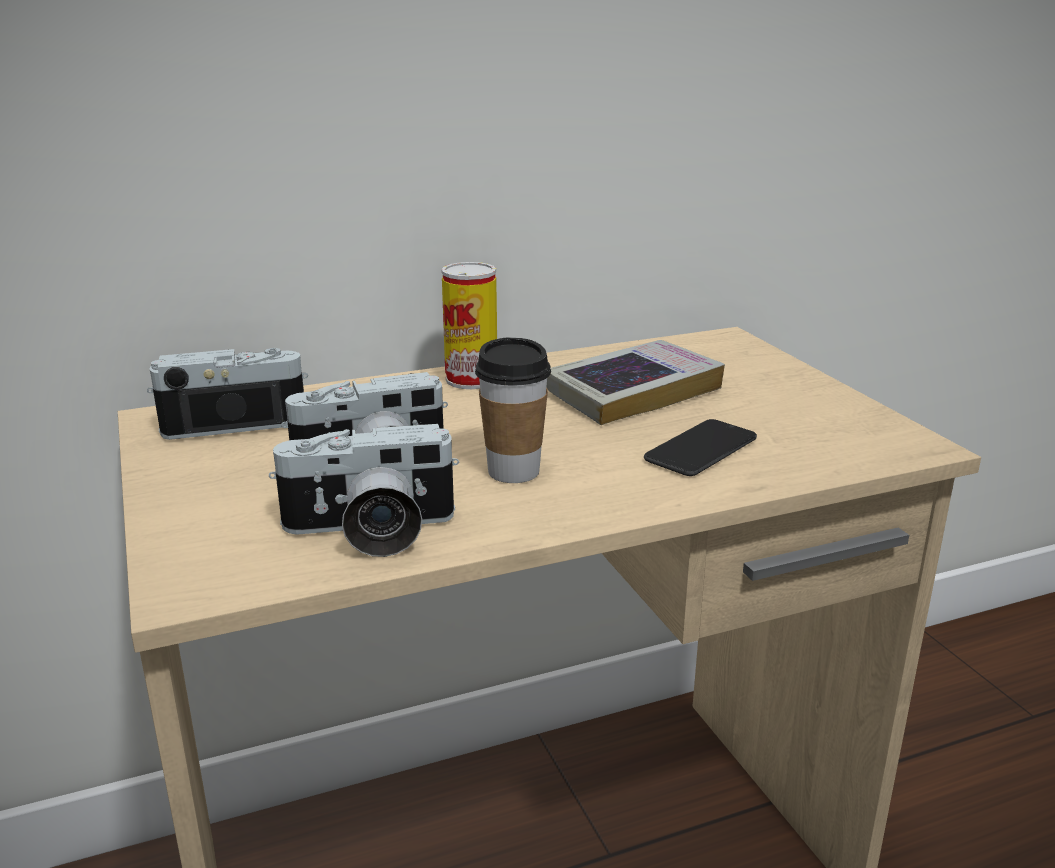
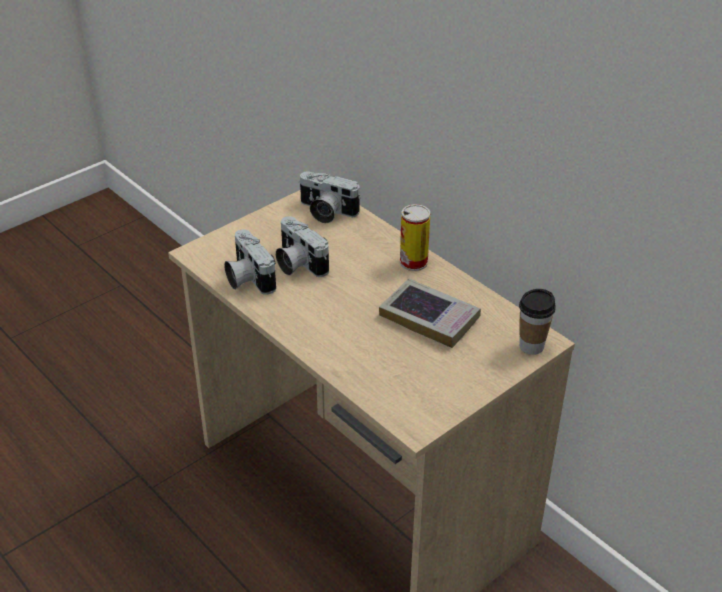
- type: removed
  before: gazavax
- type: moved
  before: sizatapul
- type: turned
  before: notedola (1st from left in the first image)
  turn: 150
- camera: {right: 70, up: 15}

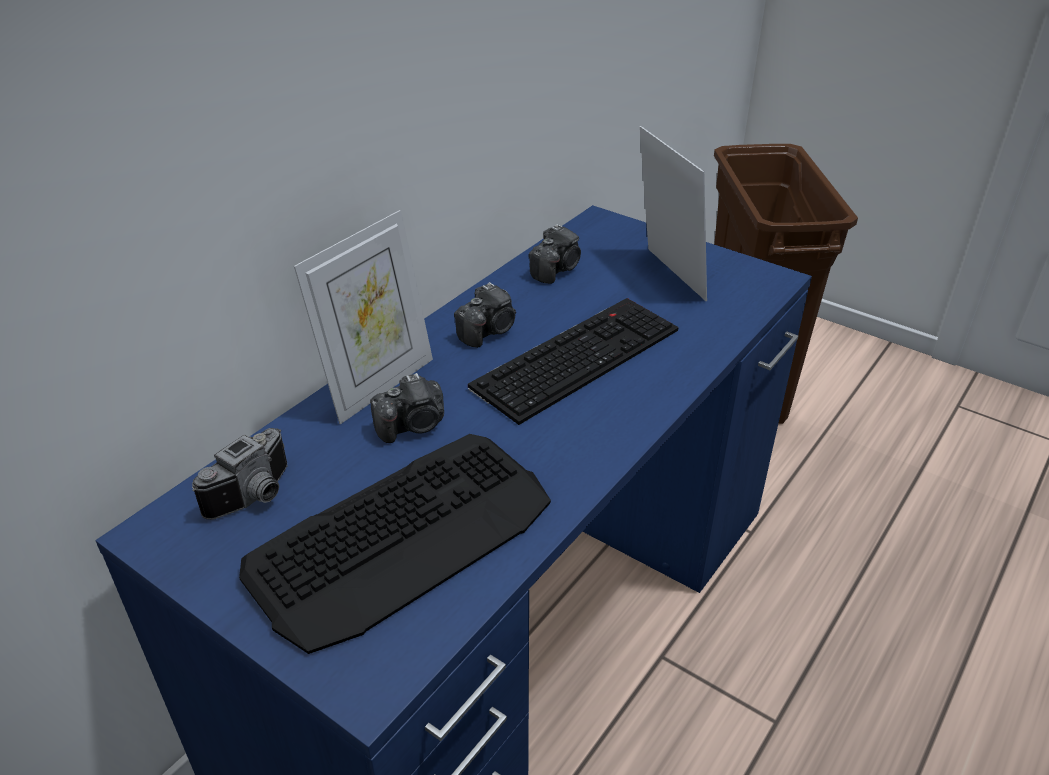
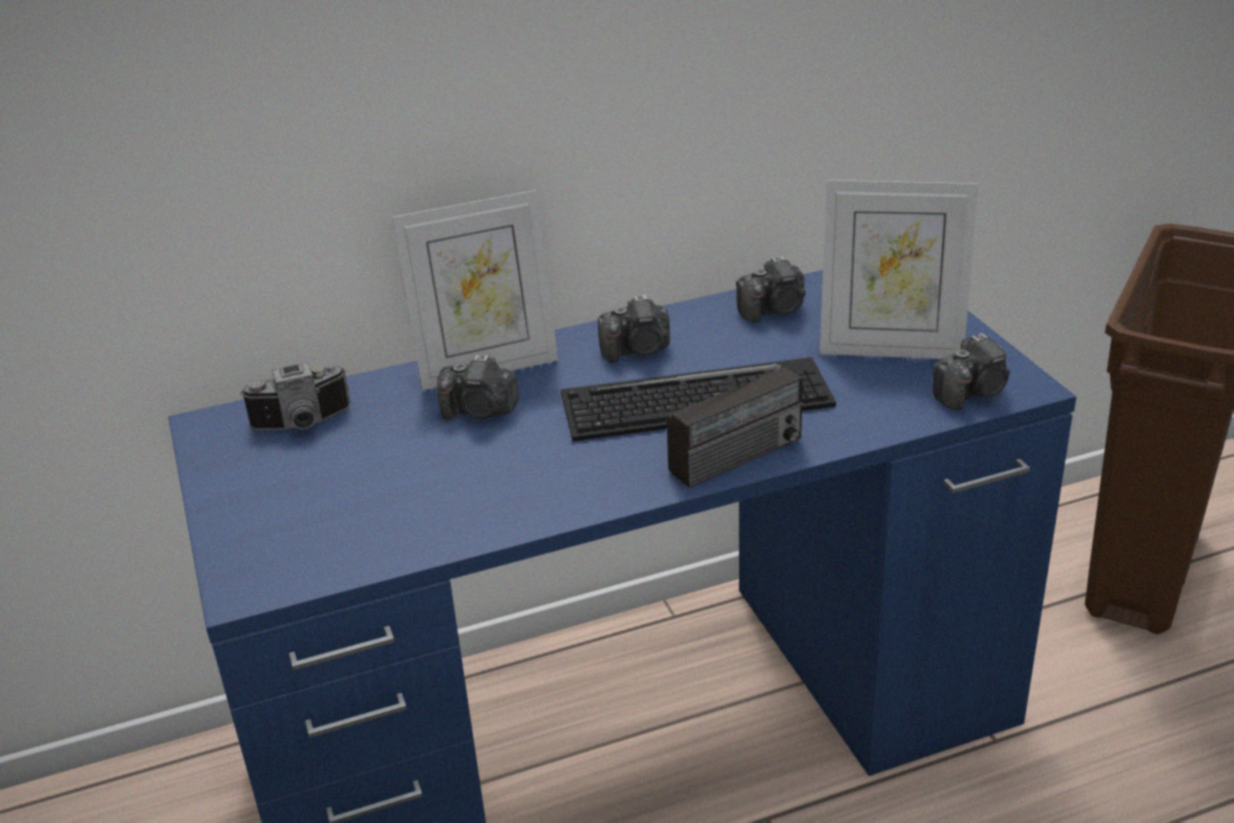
- type: removed
  before: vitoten (1st from left)
- type: added
  after: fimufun
- type: added
  after: notedola (5th from left)
- type: turned
  before: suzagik (2nd from left)
  turn: 90
- camera: {right: 35, up: -5}

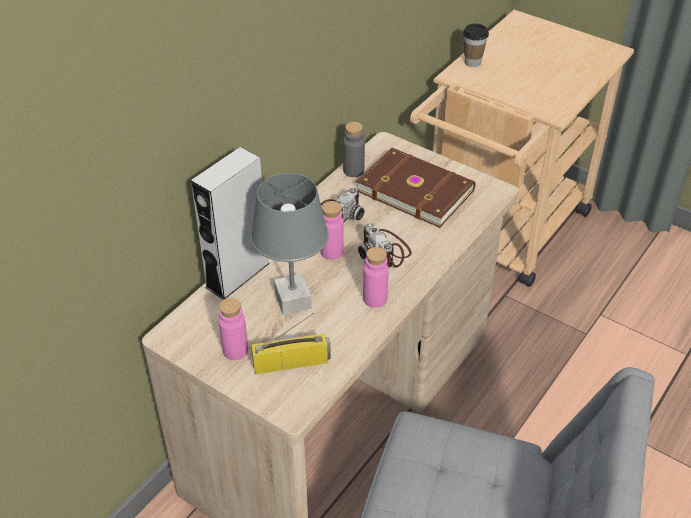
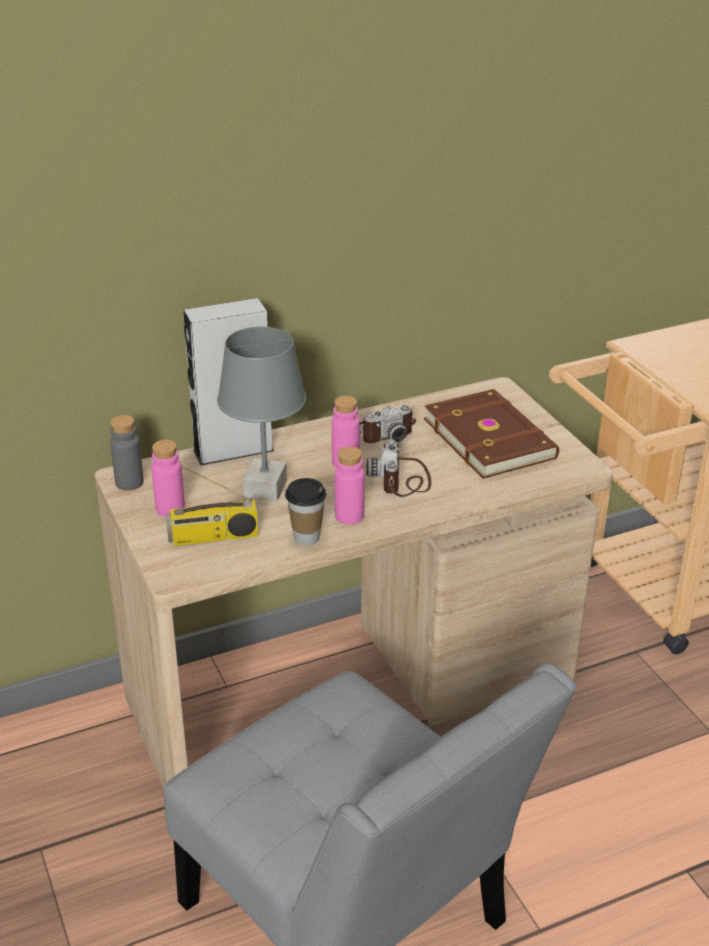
- type: moved
  before: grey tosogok
- type: moved
  before: sizatapul
- type: turned
  before: fimufun
  turn: 150
- camera: {right: 30, up: -10}

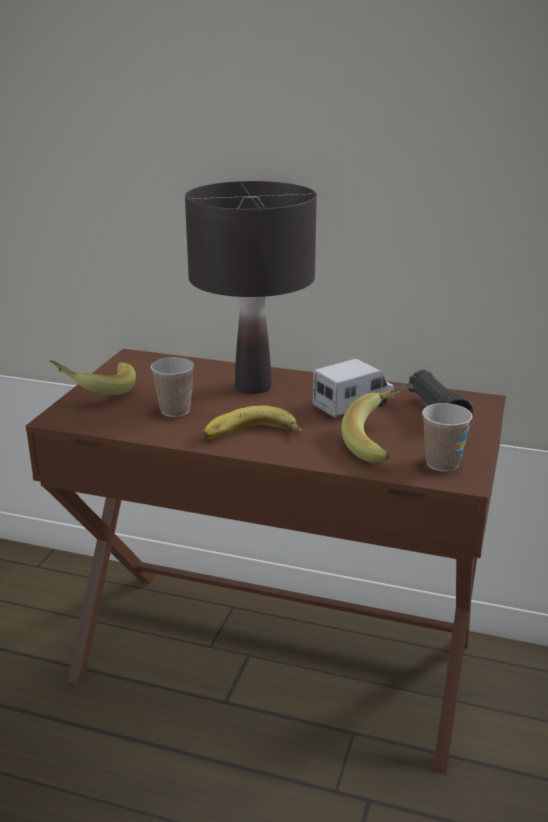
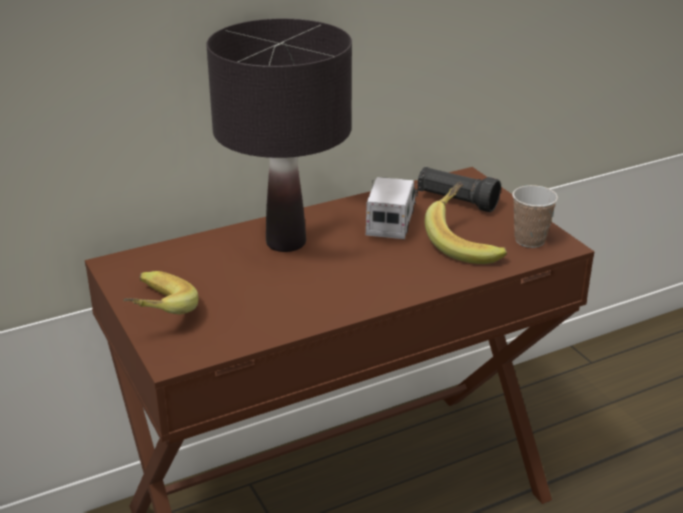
- type: removed
  before: sizatapul (1st from left)
- type: removed
  before: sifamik (2nd from left)
- camera: {right: -45, up: 5}

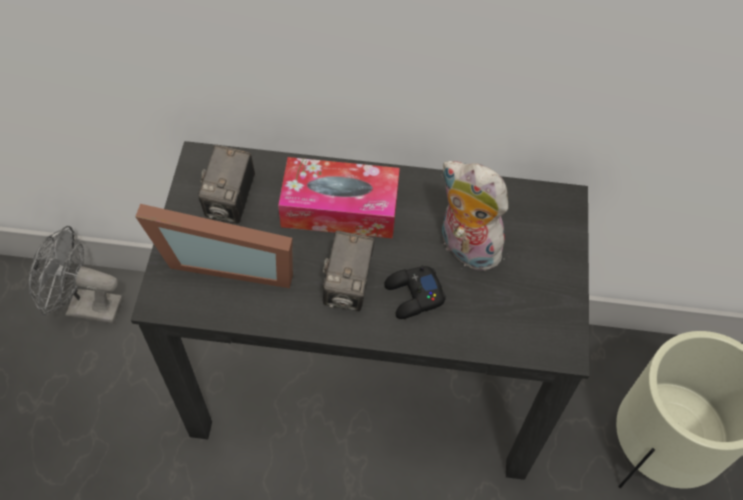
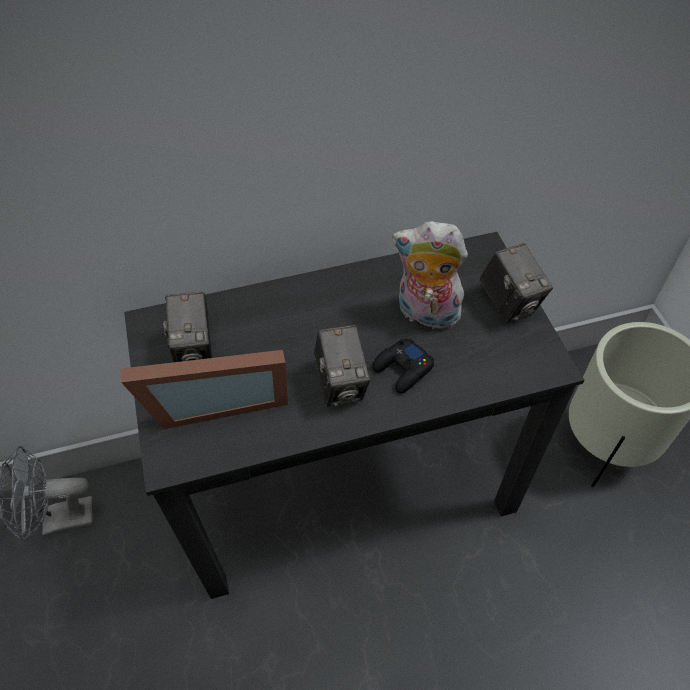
- type: removed
  before: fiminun
- type: added
  after: notedola (3rd from left)
- camera: {right: -20, up: -5}

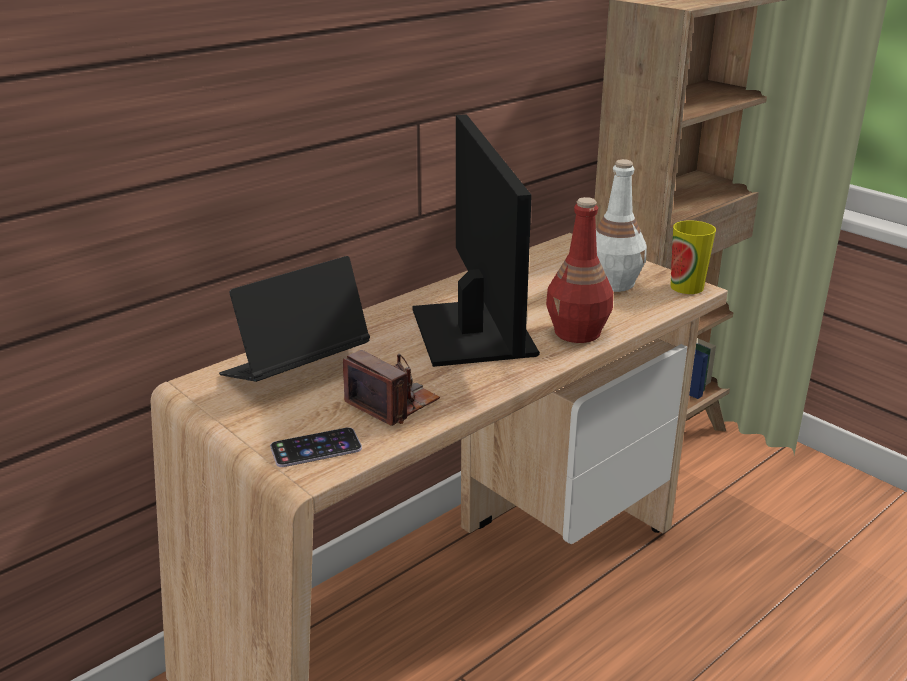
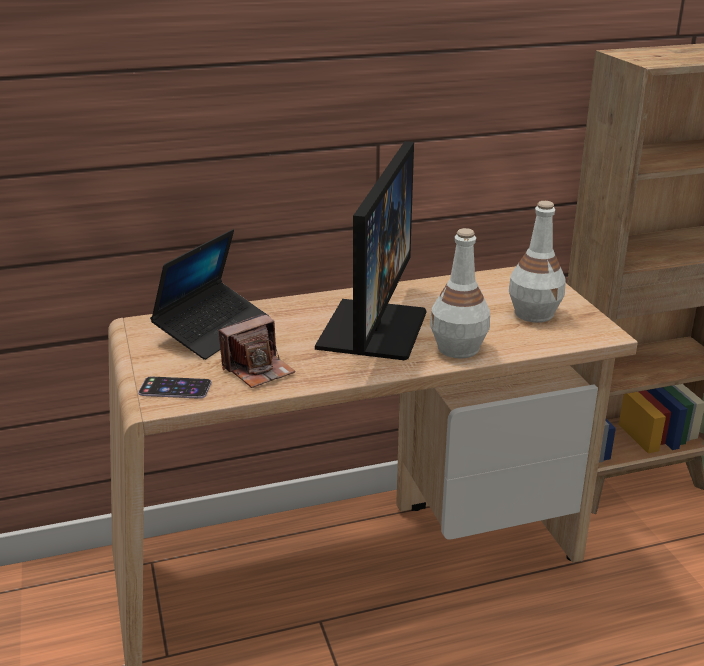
- type: removed
  before: sizatapul
- type: recoloured
  before: red tosogok
  after: white tosogok (1st from left)
- type: turned
  before: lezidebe
  turn: 135
- type: turned
  before: notedola
  turn: 75
- camera: {right: 25, up: 0}

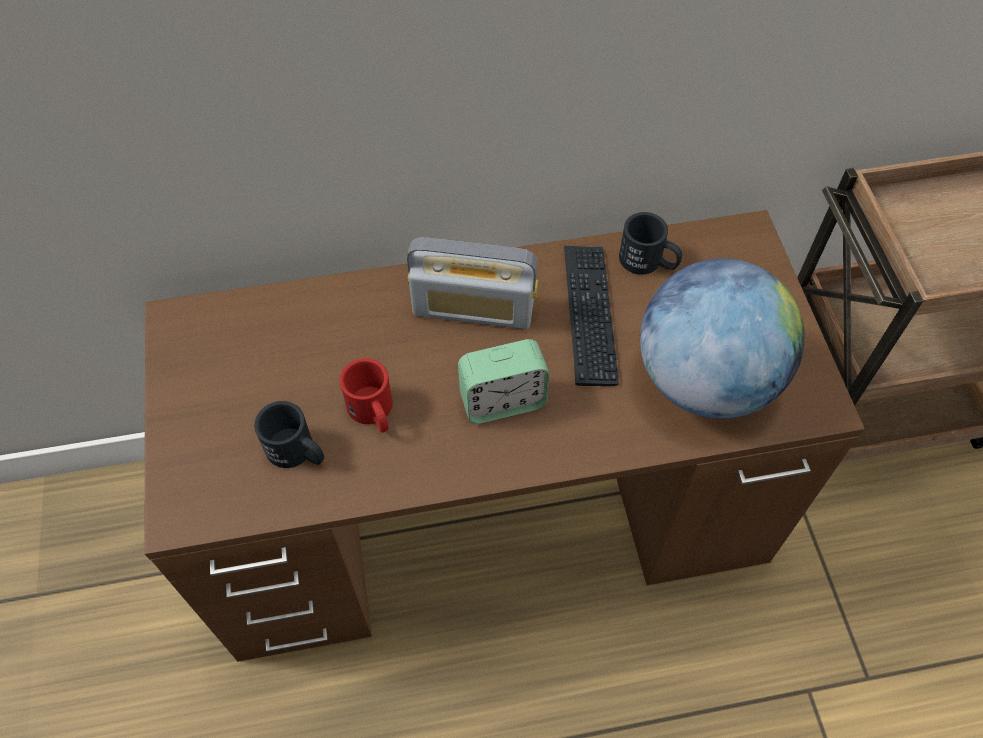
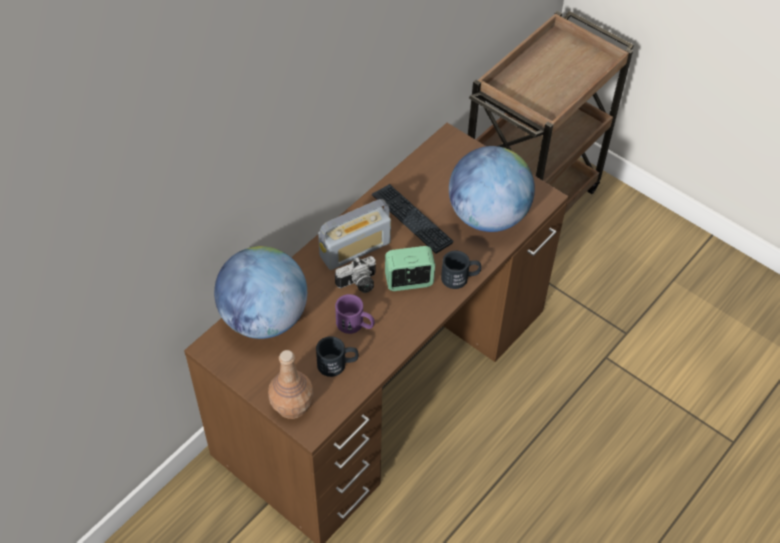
- type: added
  after: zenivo (1st from left)
- type: added
  after: brown tosogok
- type: added
  after: notedola
- type: moved
  before: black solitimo (2nd from left)
- type: recoloured
  before: red solitimo
  after: purple solitimo
- type: turned
  before: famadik
  turn: -135
- camera: {right: -40, up: -5}

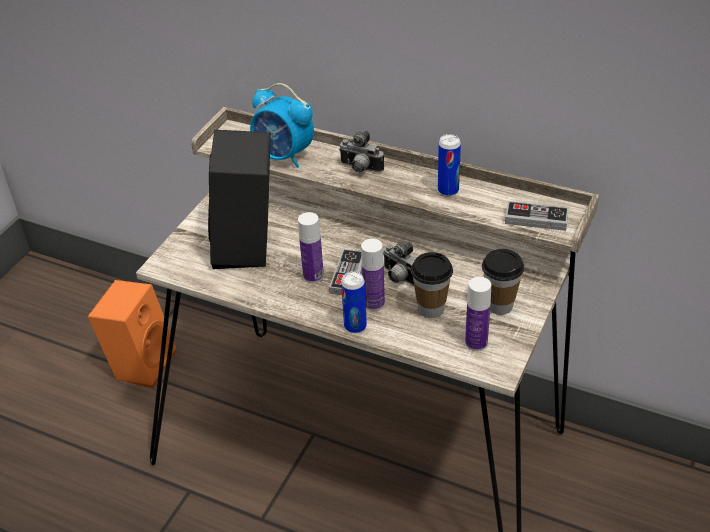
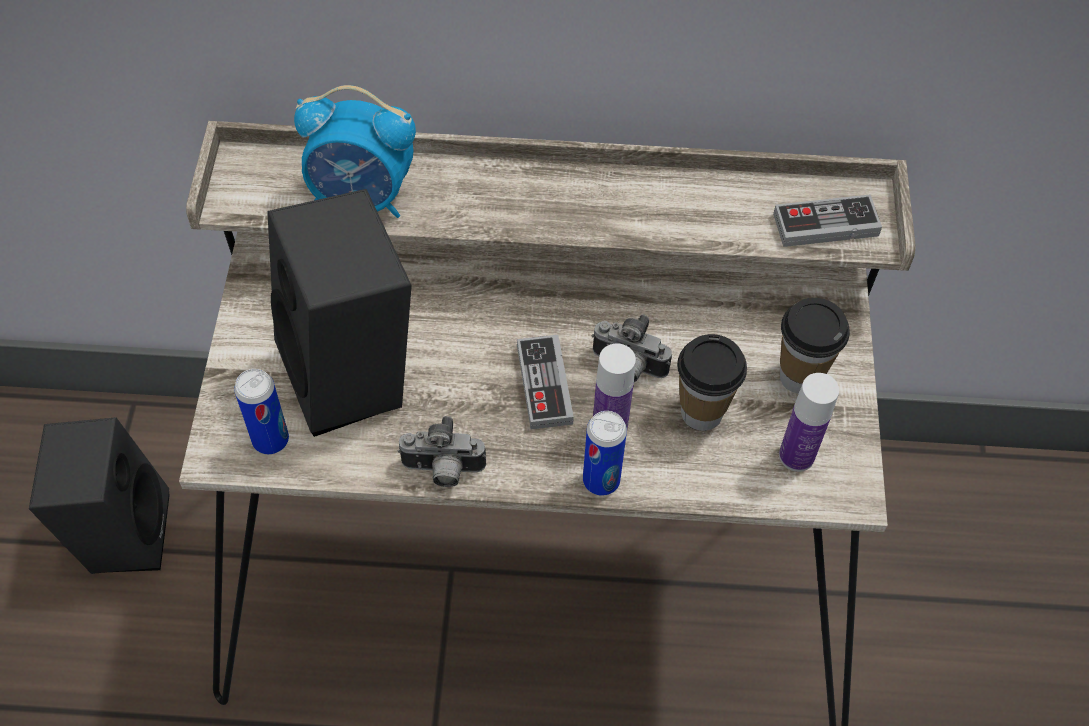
- type: removed
  before: tosogok (1st from left)
- type: moved
  before: notedola (1st from left)
- type: moved
  before: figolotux (2nd from left in the first image)
  after: figolotux (1st from left)
- type: recoloured
  before: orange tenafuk
  after: black tenafuk (1st from left)
- camera: {right: -25, up: 15}

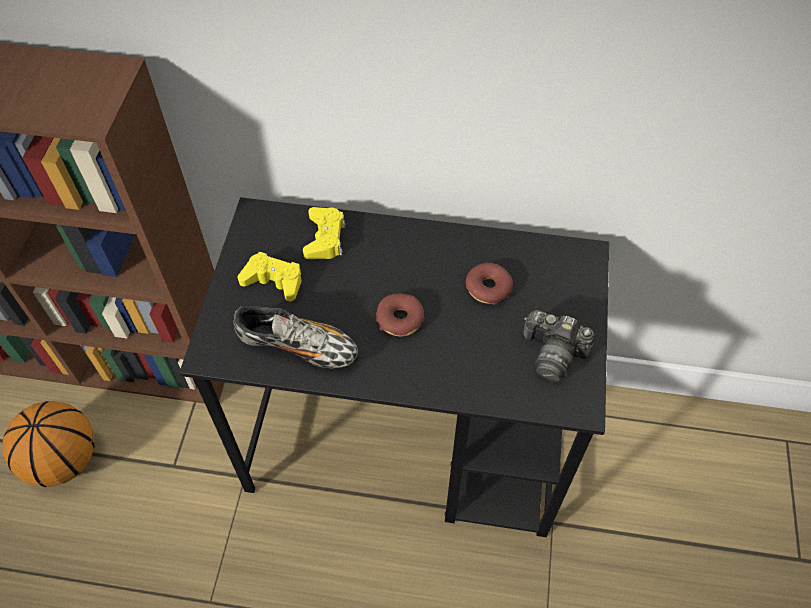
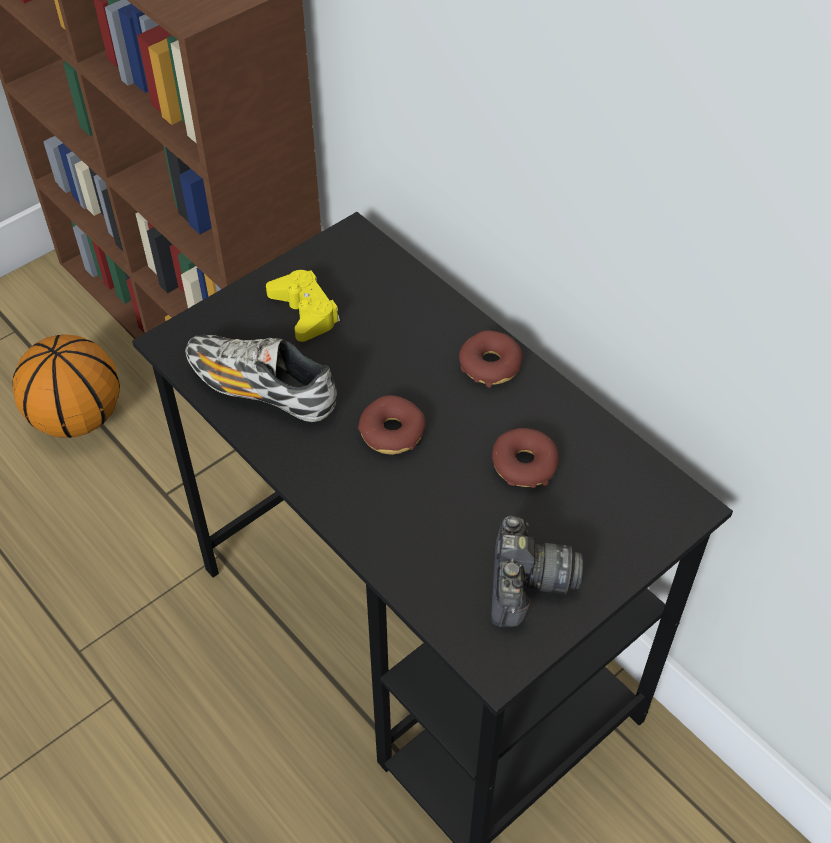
- type: removed
  before: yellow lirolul (2nd from left)
- type: added
  after: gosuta (2nd from left)
- type: turned
  before: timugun
  turn: 150
- type: turned
  before: notedola
  turn: -150
- camera: {right: 40, up: -5}

